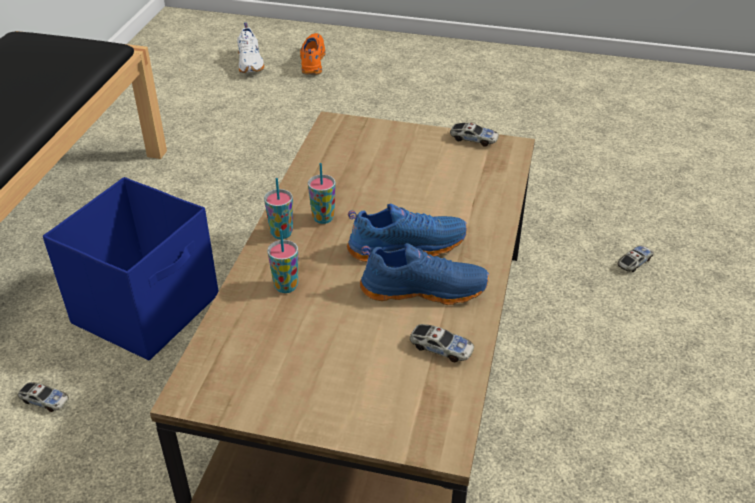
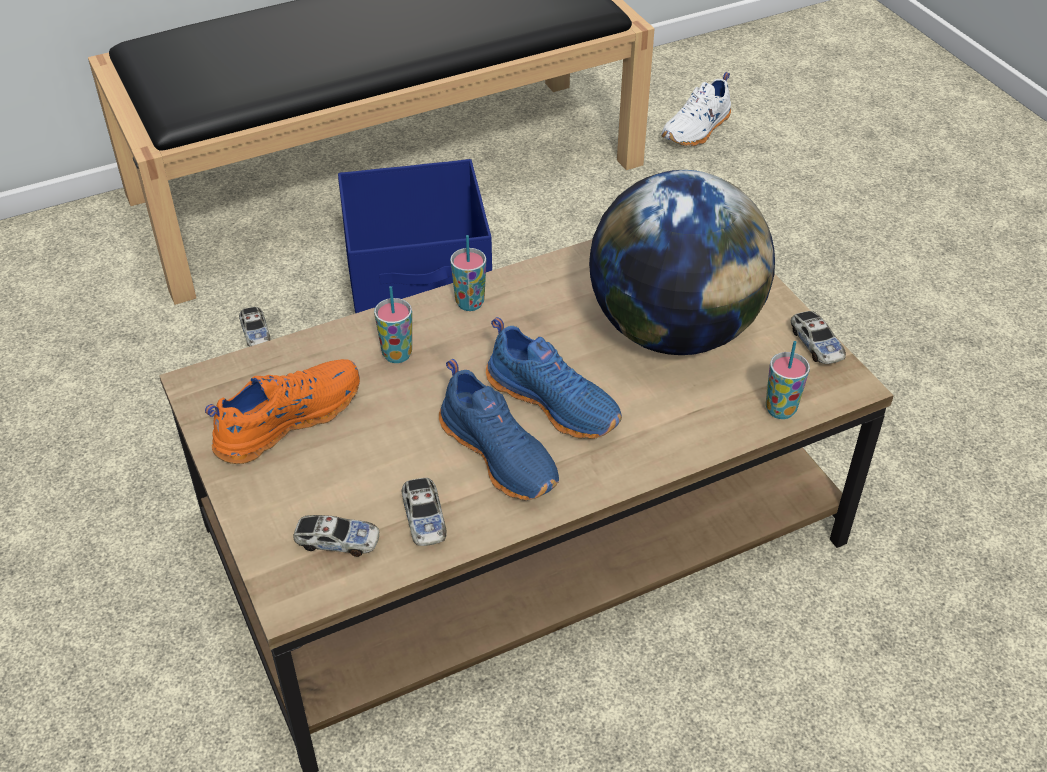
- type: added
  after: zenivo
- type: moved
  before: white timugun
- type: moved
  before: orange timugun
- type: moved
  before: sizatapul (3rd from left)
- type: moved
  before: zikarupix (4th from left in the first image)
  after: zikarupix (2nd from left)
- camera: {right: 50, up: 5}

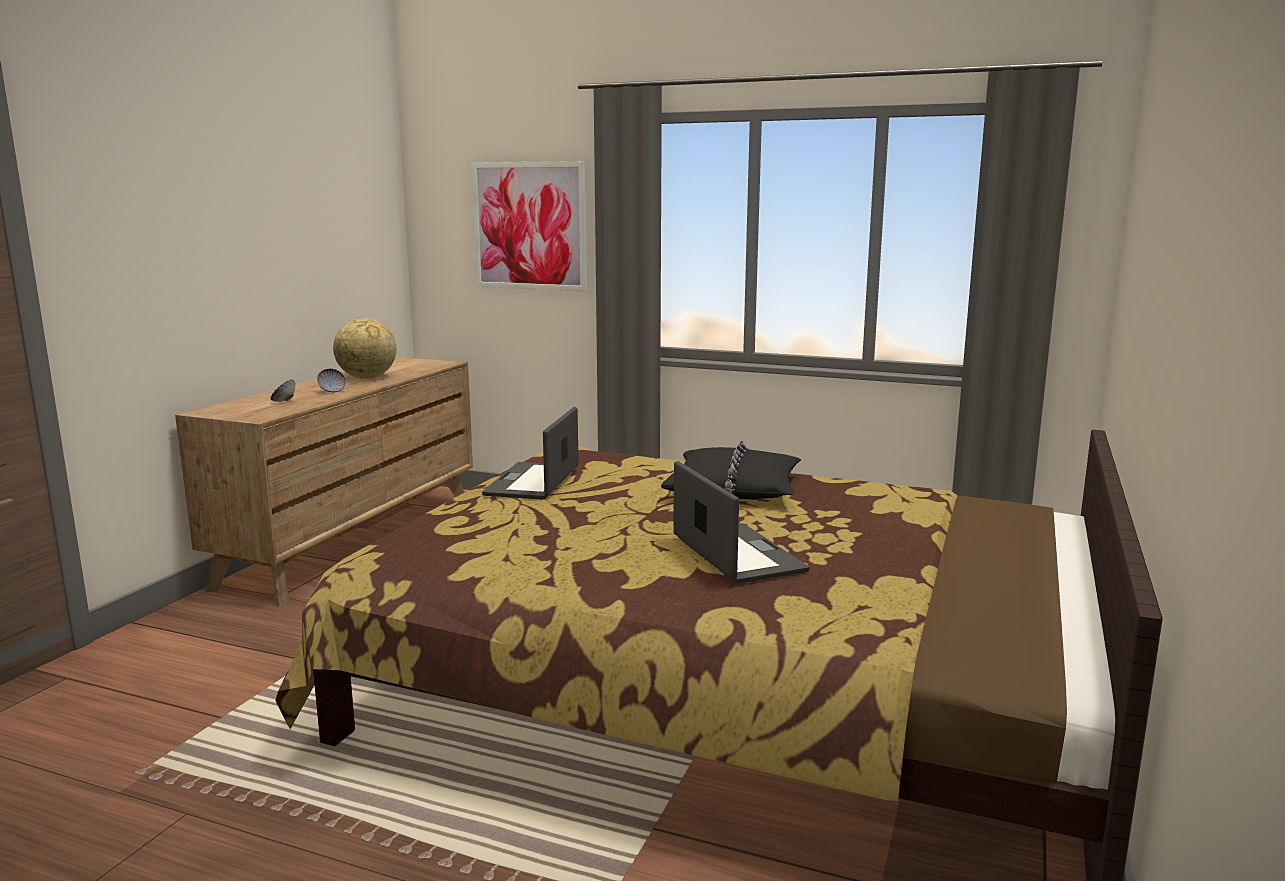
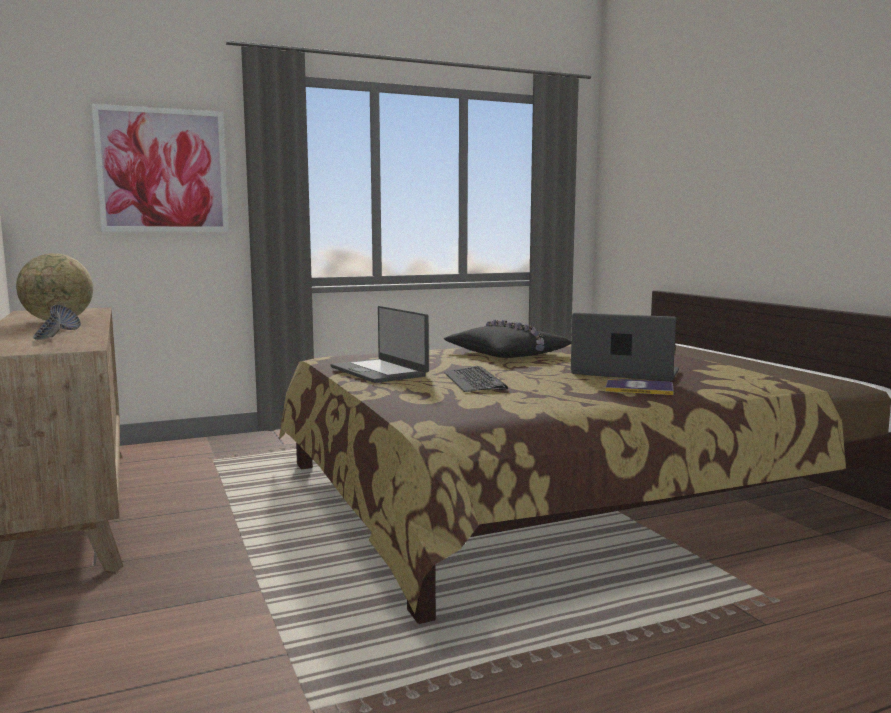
- type: added
  after: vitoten
- type: added
  after: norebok
- camera: {right: -45, up: -5}

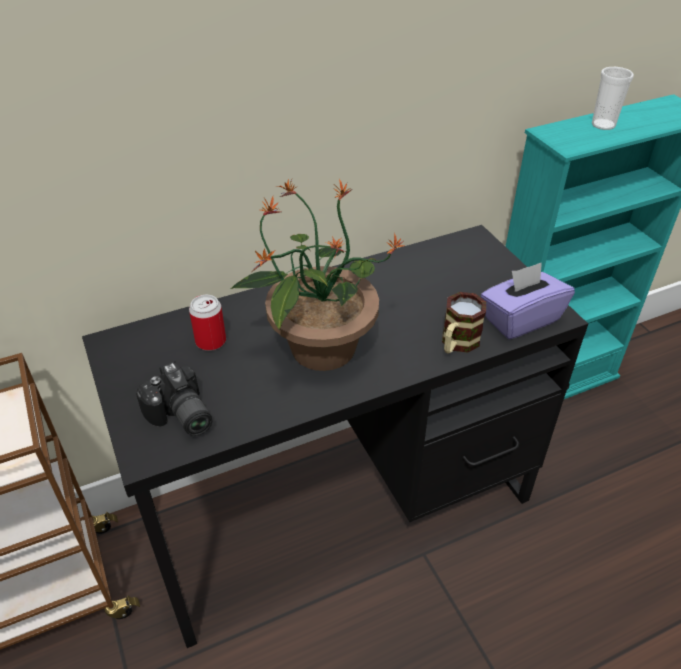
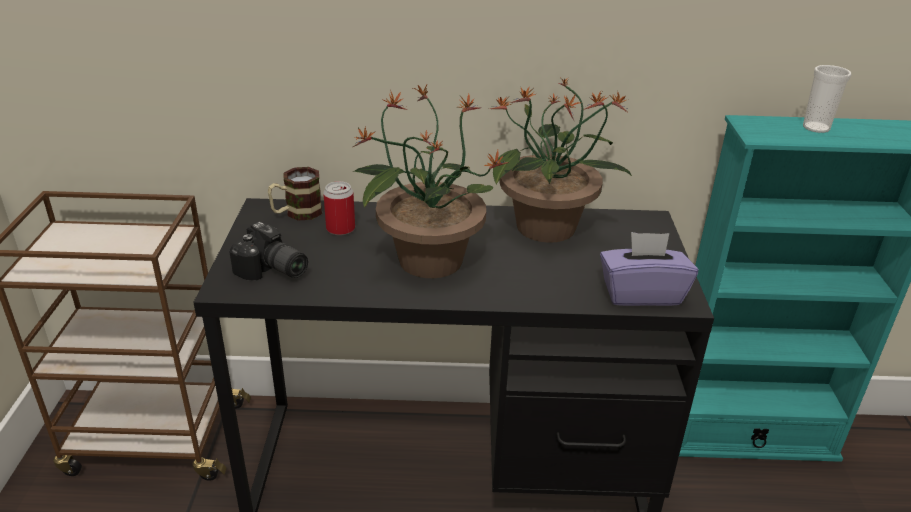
- type: added
  after: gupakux (2nd from left)
- type: moved
  before: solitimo
- type: turned
  before: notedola
  turn: -45
- camera: {right: 25, up: -10}

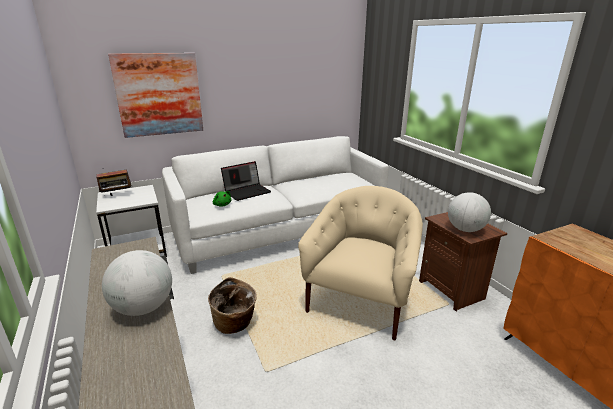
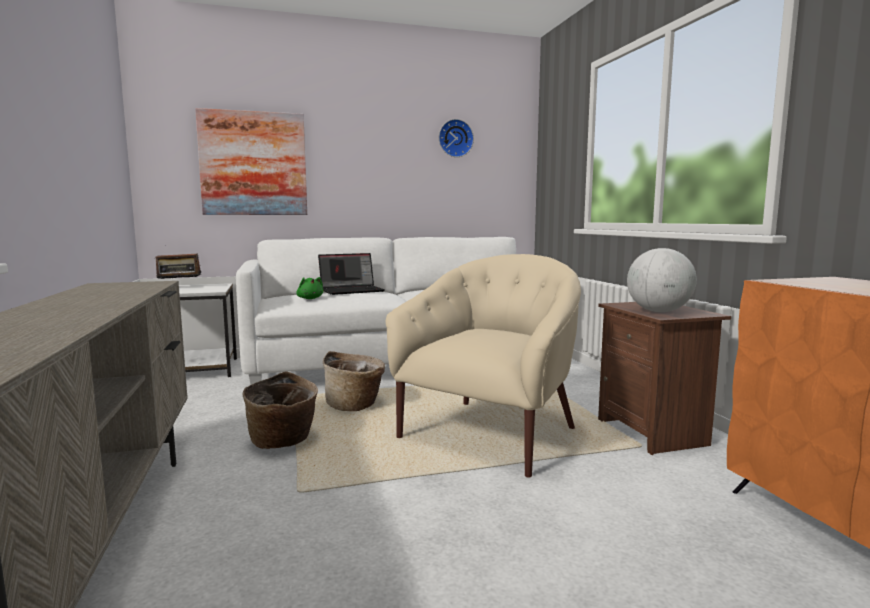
- type: removed
  before: zenivo (1st from left)
- type: added
  after: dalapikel (2nd from left)
- type: added
  after: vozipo
- camera: {right: 10, up: -15}

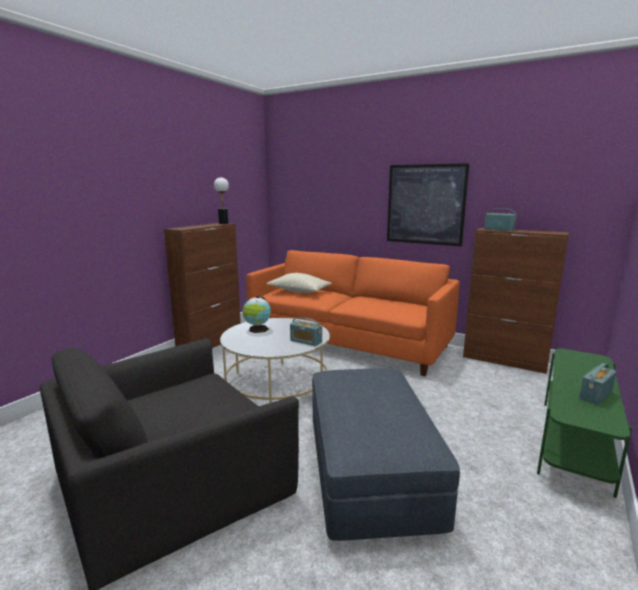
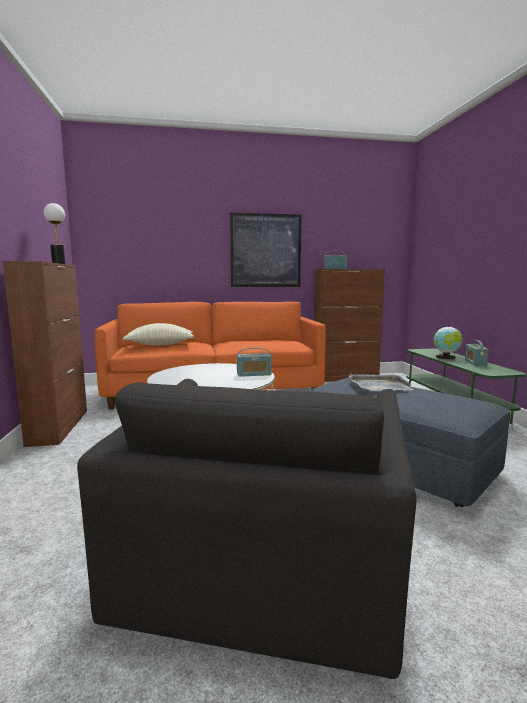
- type: added
  after: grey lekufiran
- type: moved
  before: zenivo
- camera: {right: -40, up: -5}

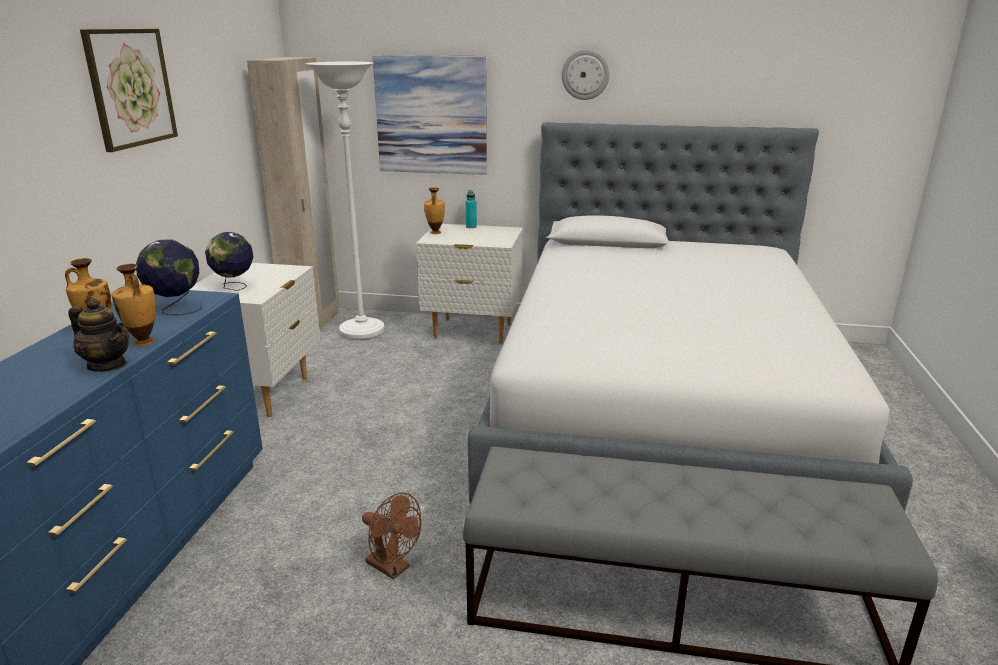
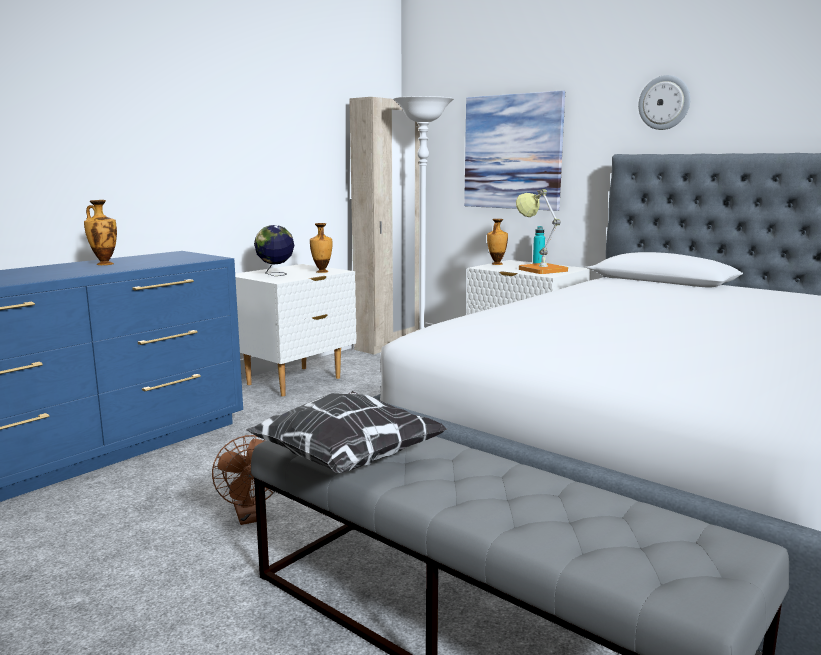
- type: removed
  before: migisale
- type: removed
  before: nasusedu (1st from left)
- type: removed
  before: zenivo (1st from left)
- type: added
  after: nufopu
- type: added
  after: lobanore
- type: moved
  before: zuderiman (2nd from left)
- camera: {right: 30, up: -10}

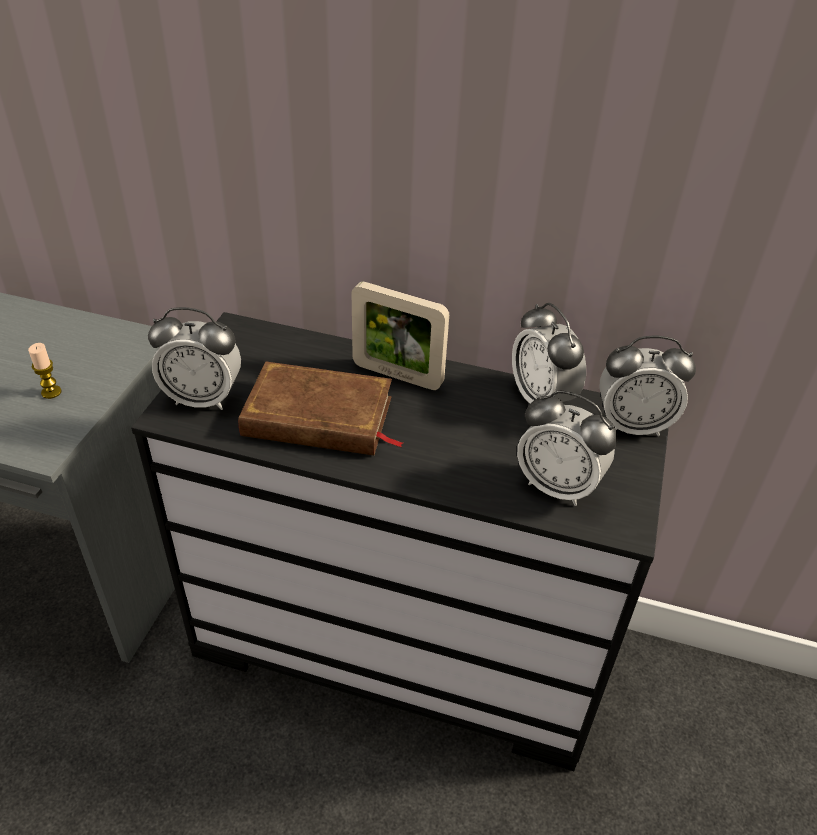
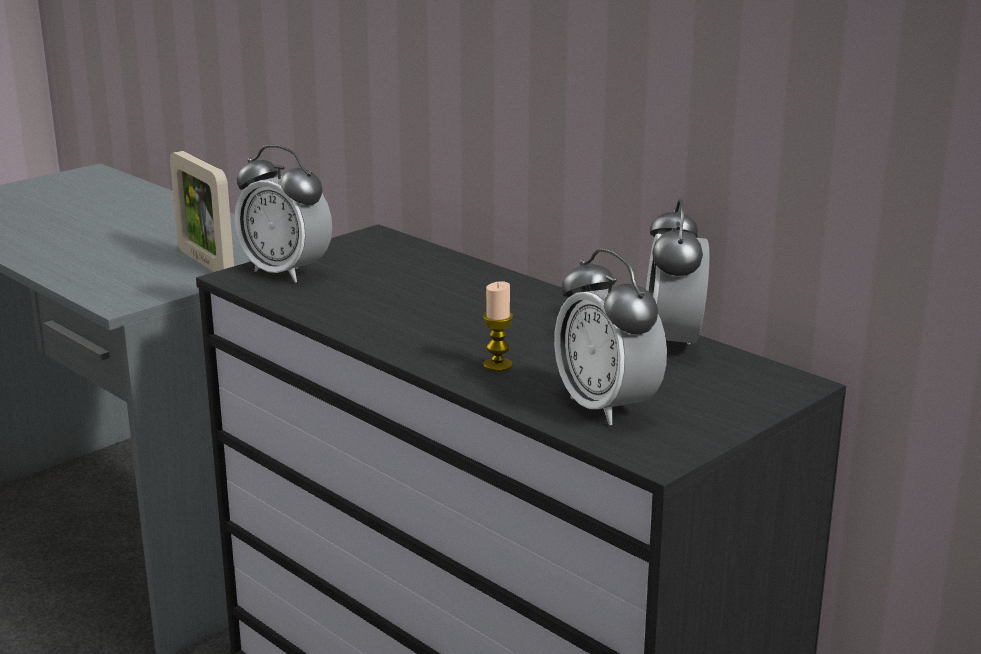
- type: removed
  before: brown norebok
- type: removed
  before: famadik (4th from left)
- type: moved
  before: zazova
- type: moved
  before: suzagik
- camera: {right: 30, up: -20}

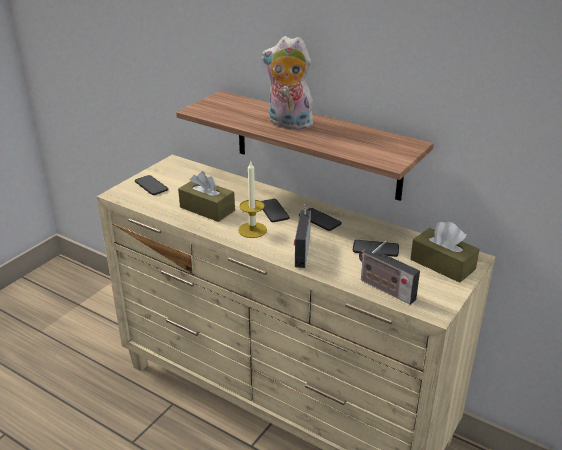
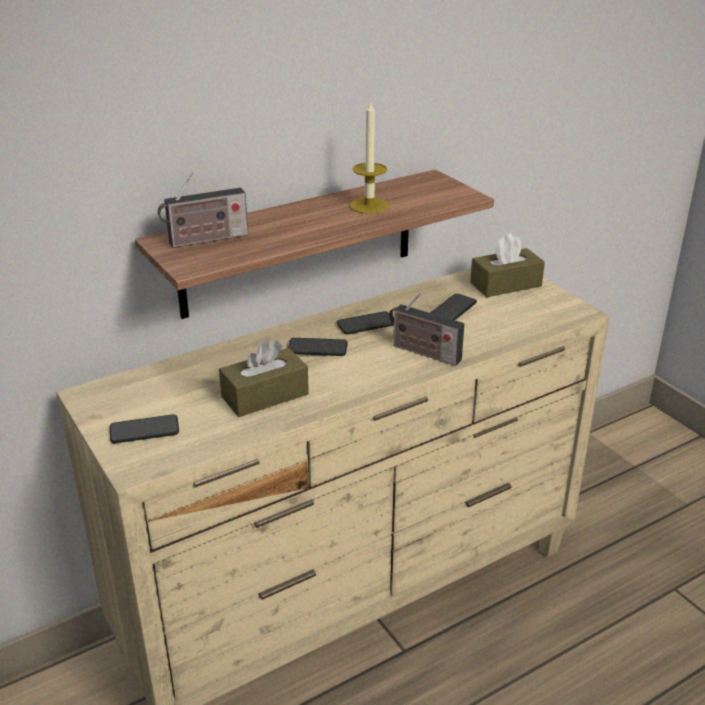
- type: removed
  before: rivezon
- type: moved
  before: zazova
- type: moved
  before: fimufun (2nd from left in the first image)
  after: fimufun (1st from left)
- camera: {right: -65, up: 0}

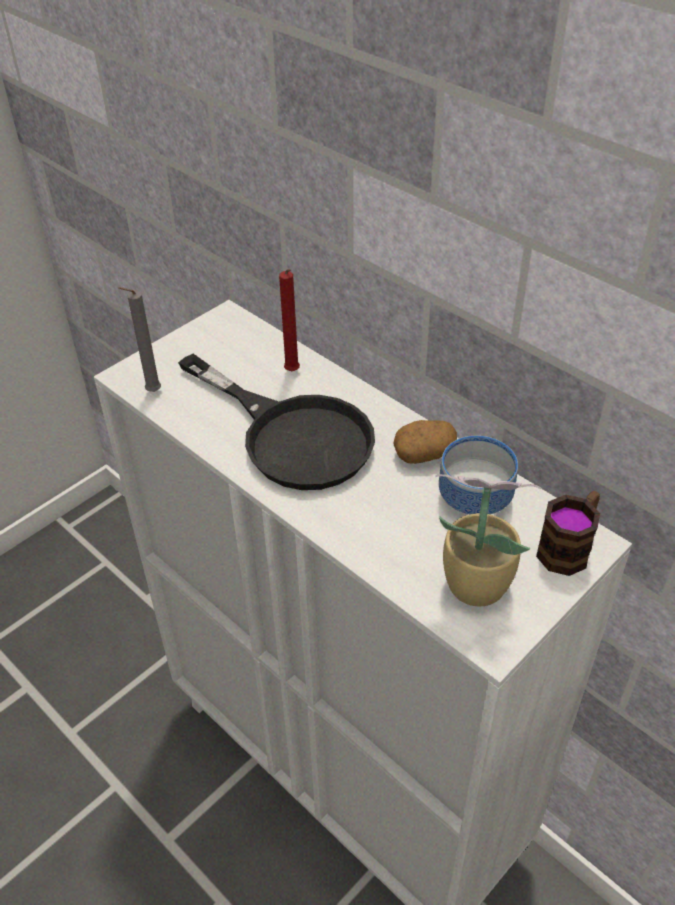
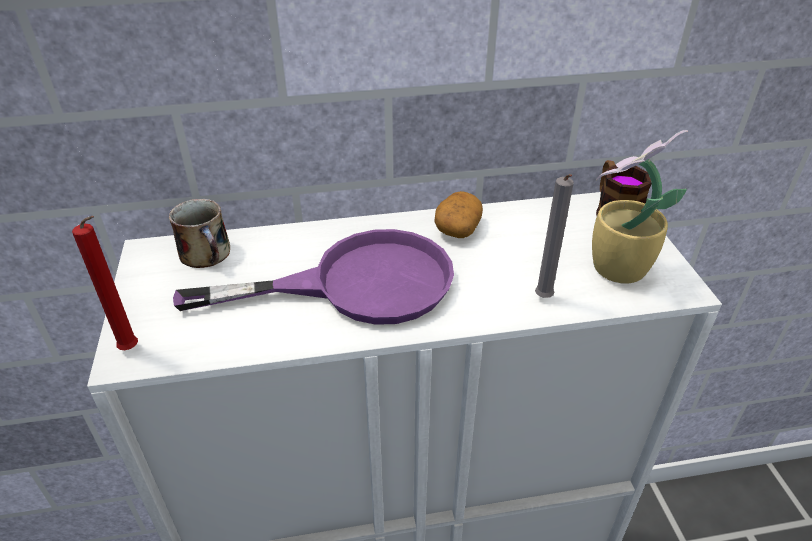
- type: removed
  before: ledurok
- type: added
  after: solitimo (1st from left)
- type: moved
  before: grey zazova
- type: moved
  before: red zazova
- type: recoloured
  before: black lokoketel
  after: purple lokoketel
- camera: {right: -55, up: -5}

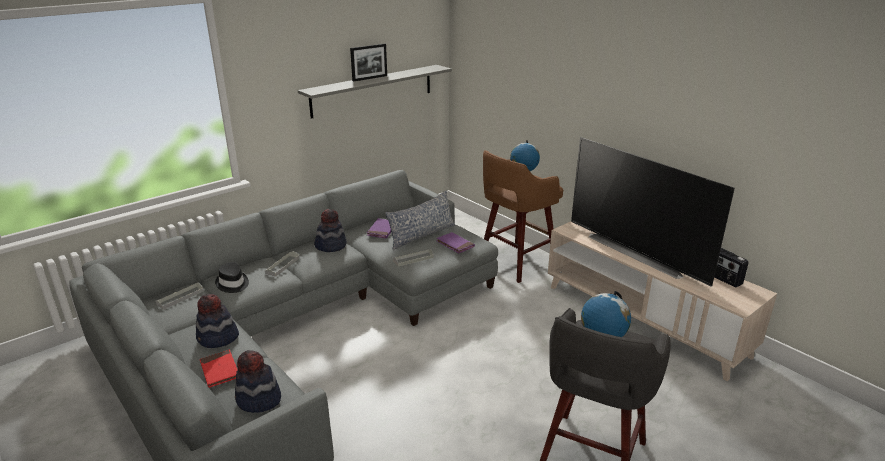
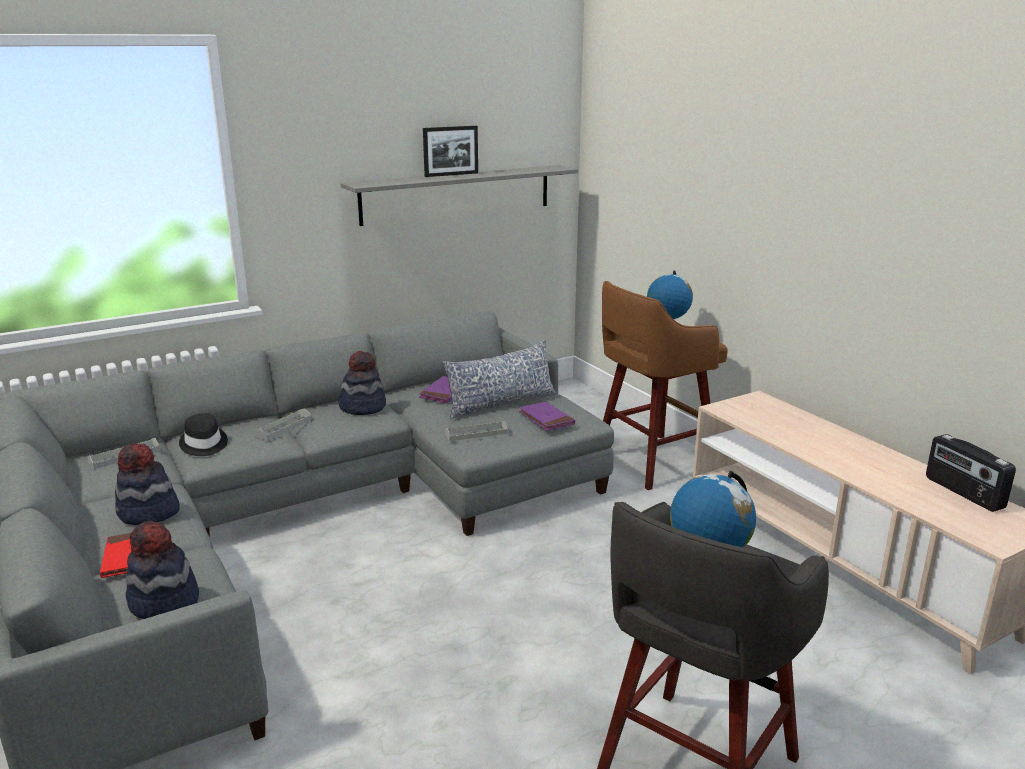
- type: removed
  before: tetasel
- camera: {right: 10, up: -5}

